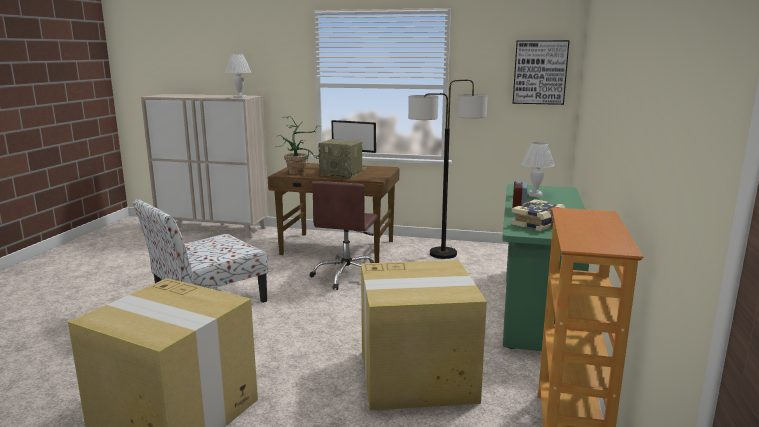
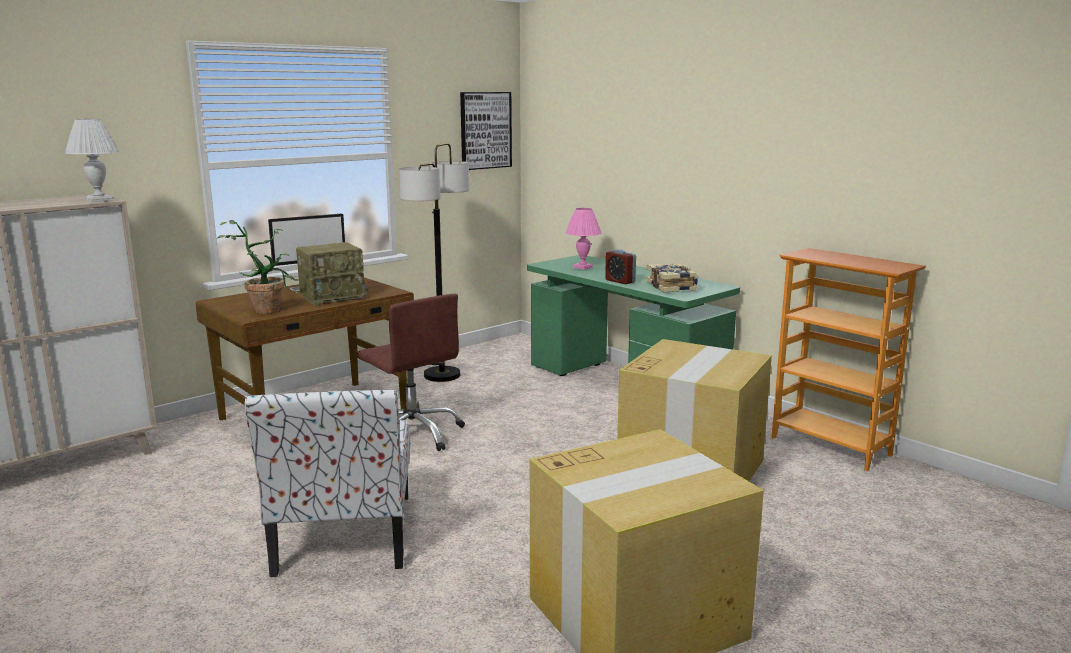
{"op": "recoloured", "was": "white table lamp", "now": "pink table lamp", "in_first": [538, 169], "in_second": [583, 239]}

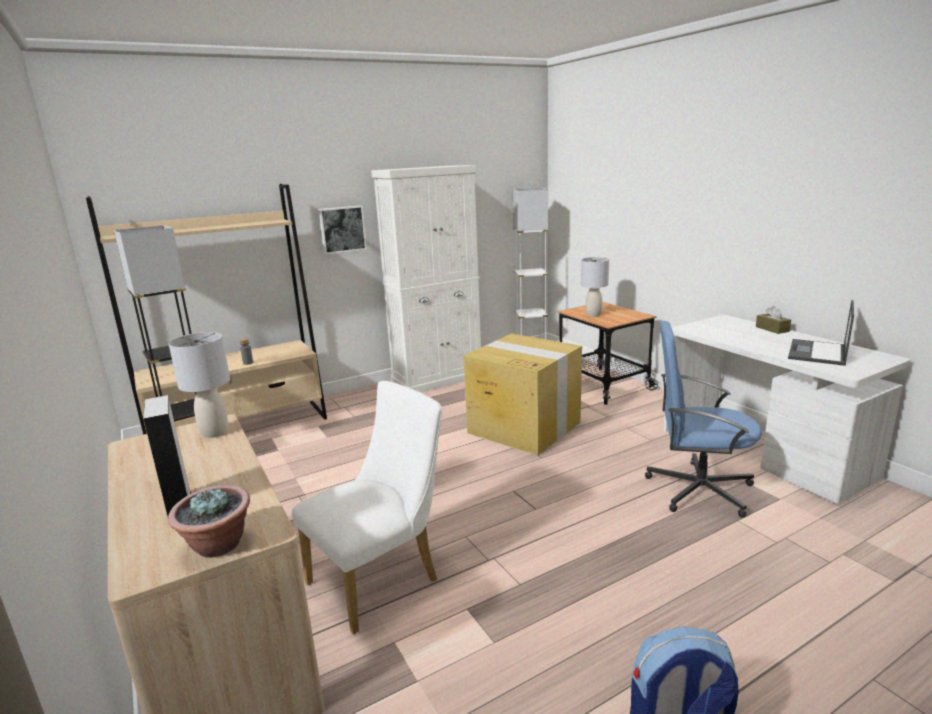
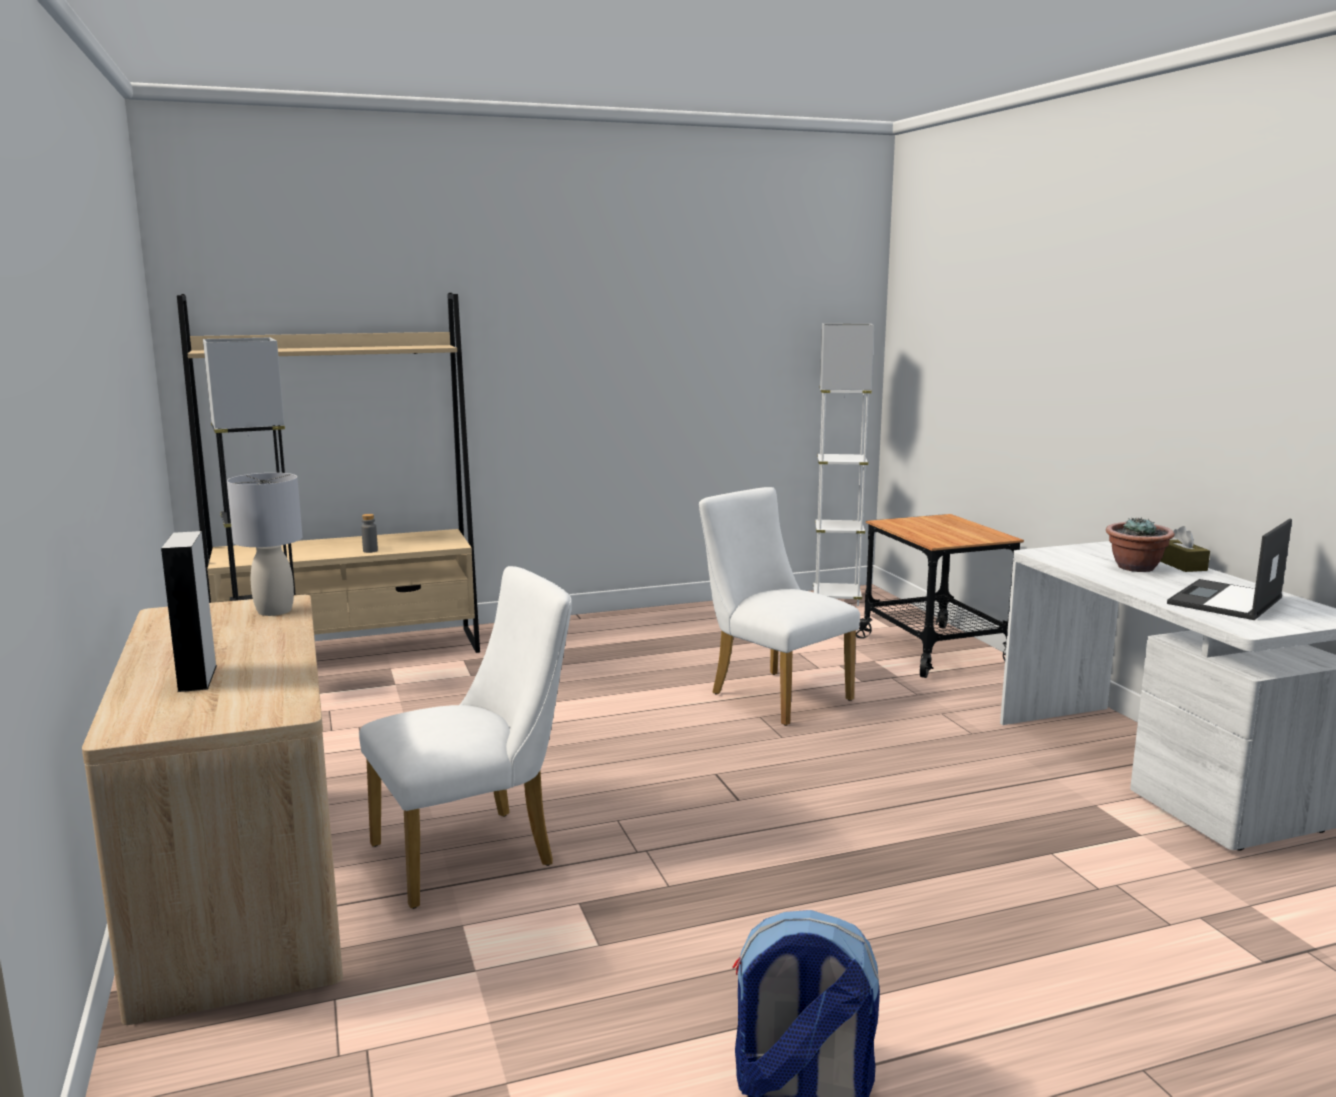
{"op": "replaced", "was": "cardboard box", "now": "white chair", "in_first": [523, 394], "in_second": [779, 606]}
{"op": "moved", "was": "potted plant", "in_first": [209, 521], "in_second": [1140, 545]}
{"op": "removed", "was": "picture", "in_first": [343, 229]}
{"op": "removed", "was": "white cabinet", "in_first": [426, 279]}
{"op": "removed", "was": "grey table lamp", "in_first": [595, 287]}
{"op": "removed", "was": "blue office chair", "in_first": [703, 419]}

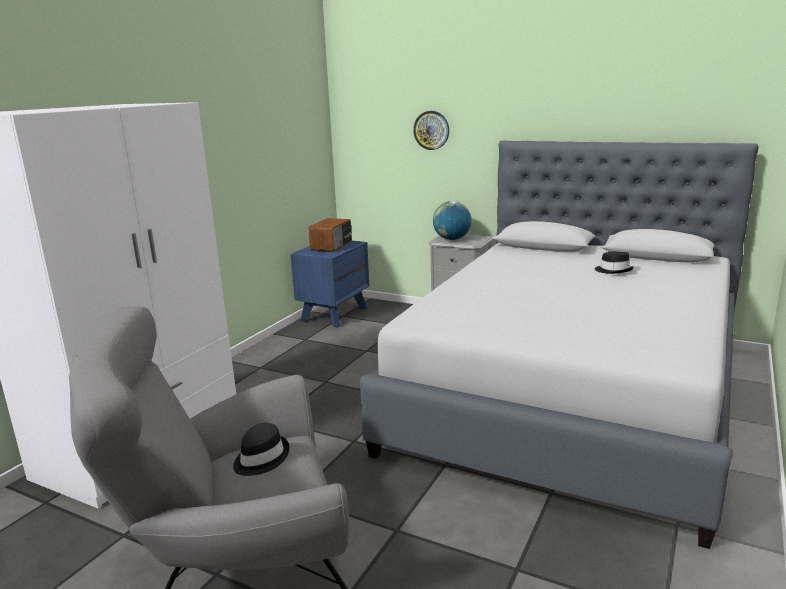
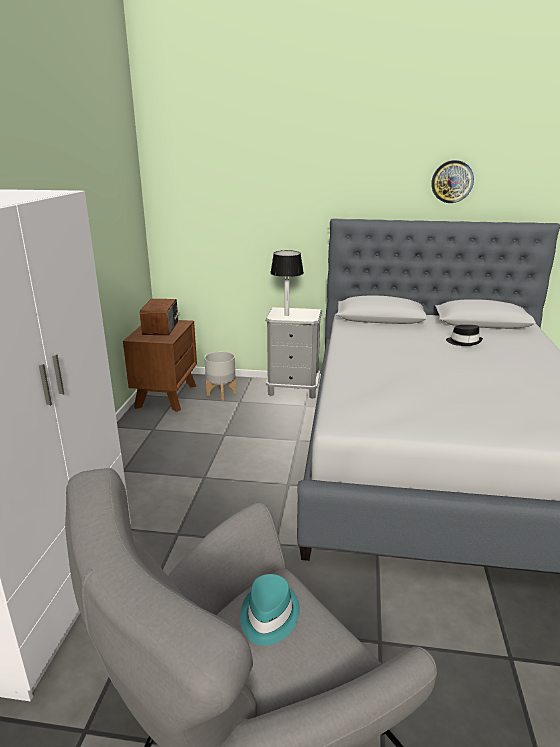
{"op": "recoloured", "was": "blue nightstand", "now": "brown nightstand", "in_first": [329, 284], "in_second": [160, 366]}
{"op": "added", "now": "grey planter", "in_second": [220, 376]}
{"op": "recoloured", "was": "black hat", "now": "turquoise hat", "in_first": [261, 449], "in_second": [270, 610]}
{"op": "replaced", "was": "globe", "now": "table lamp", "in_first": [452, 220], "in_second": [287, 283]}
{"op": "moved", "was": "wall clock", "in_first": [431, 130], "in_second": [452, 181]}

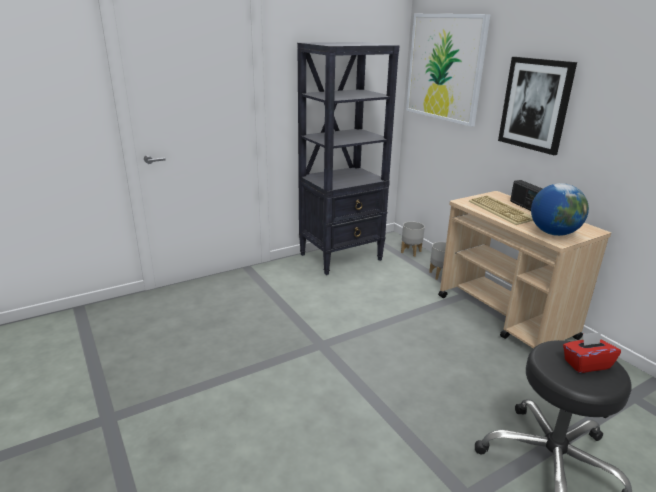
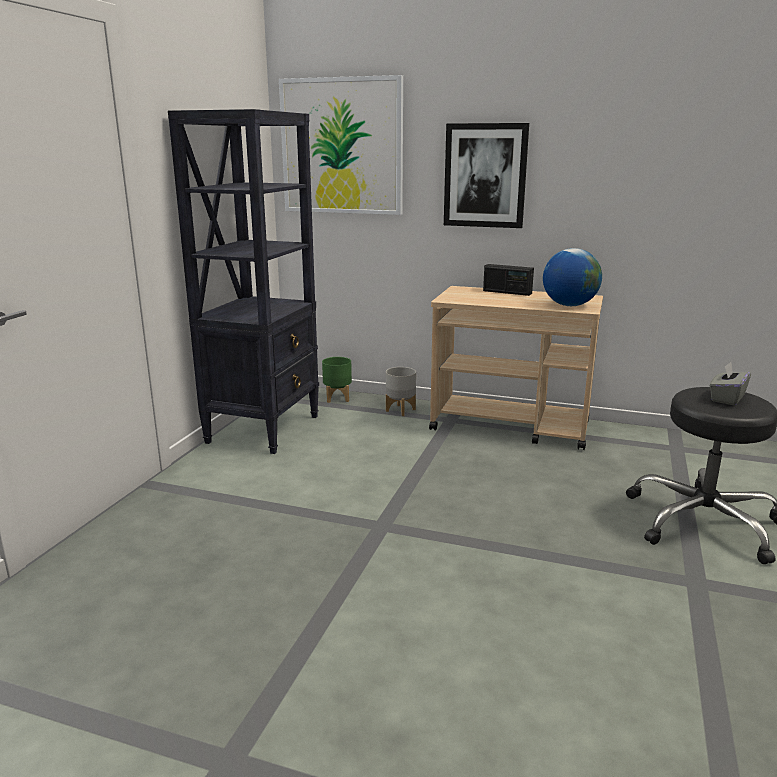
{"op": "recoloured", "was": "grey planter", "now": "green planter", "in_first": [413, 239], "in_second": [337, 380]}
{"op": "recoloured", "was": "red tissue box", "now": "grey tissue box", "in_first": [592, 352], "in_second": [730, 384]}
{"op": "removed", "was": "keyboard", "in_first": [501, 210]}

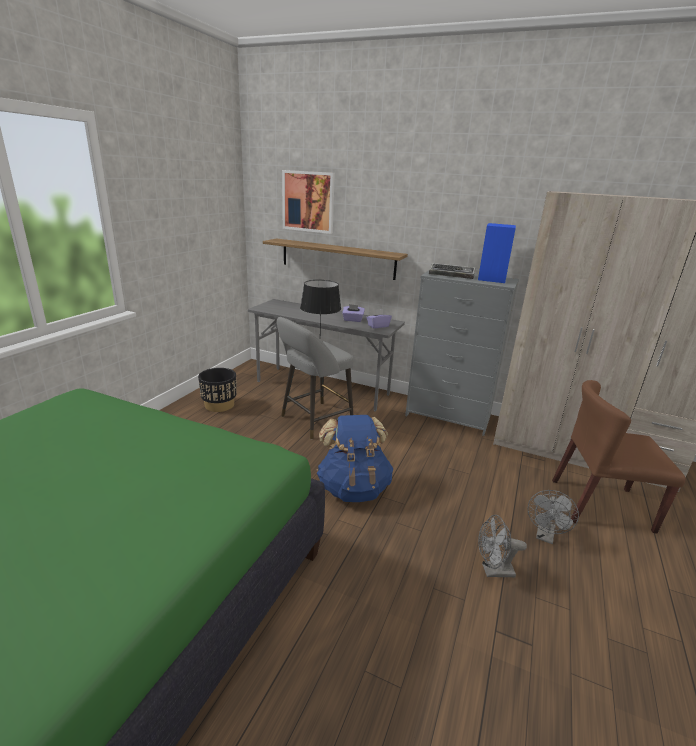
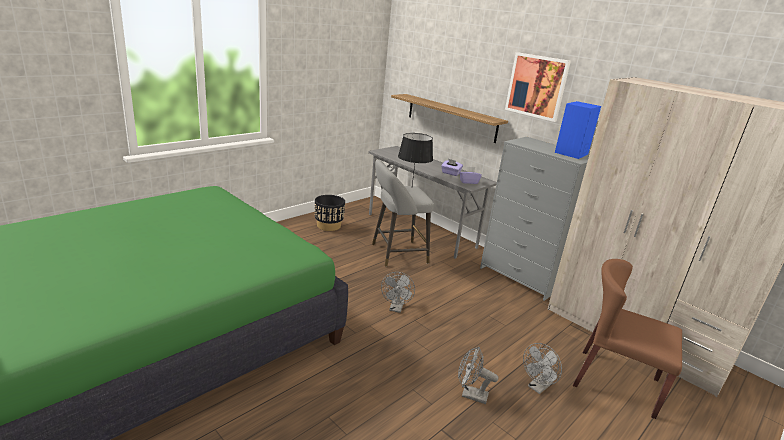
{"op": "replaced", "was": "blue backpack", "now": "grey fan", "in_first": [354, 458], "in_second": [398, 292]}
{"op": "moved", "was": "picture", "in_first": [308, 202], "in_second": [538, 87]}
{"op": "removed", "was": "keyboard", "in_first": [452, 271]}

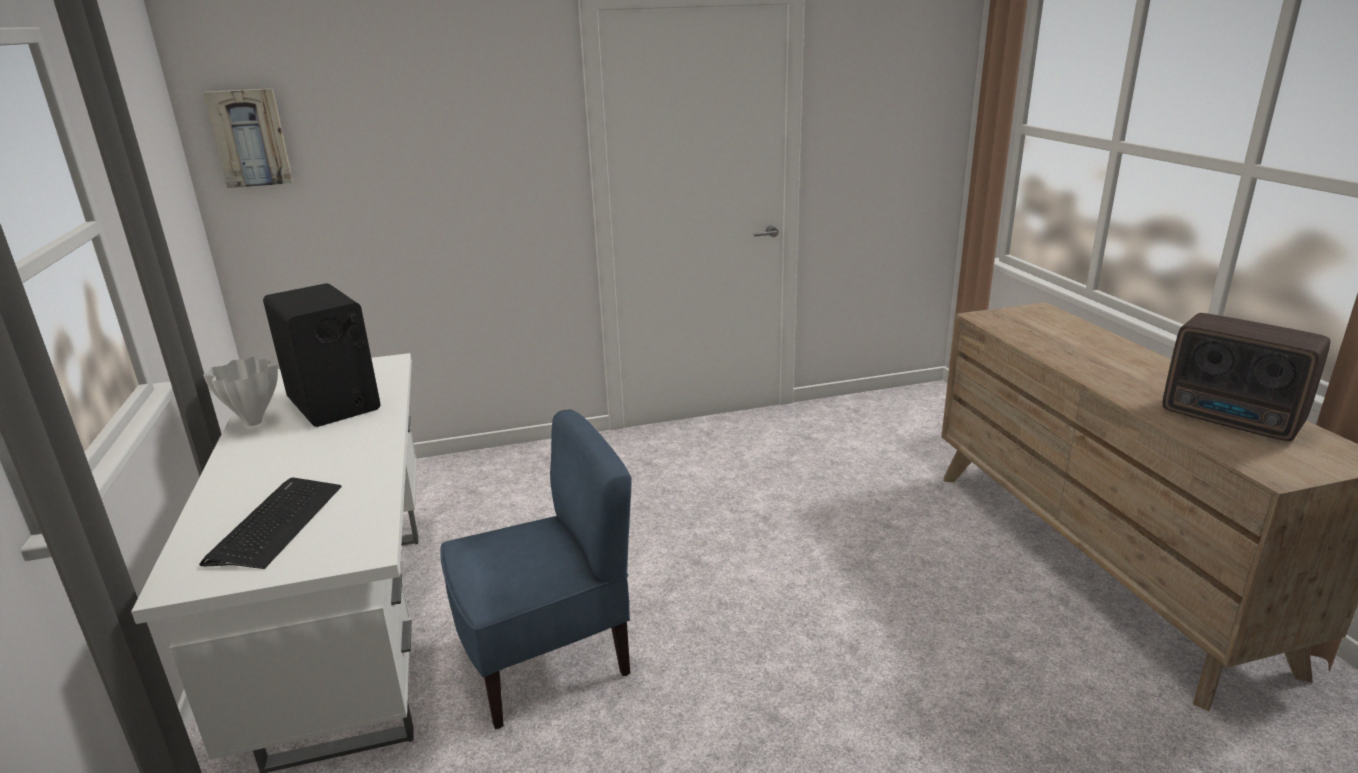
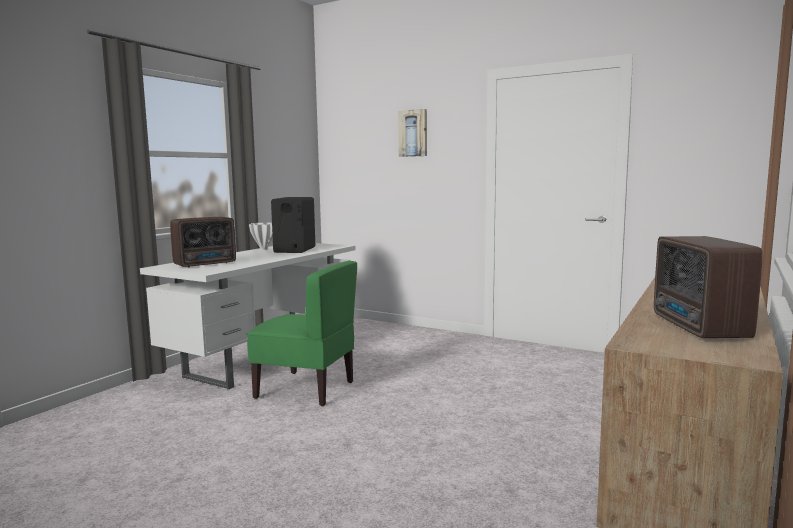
{"op": "replaced", "was": "keyboard", "now": "radio", "in_first": [271, 523], "in_second": [203, 242]}
{"op": "recoloured", "was": "blue chair", "now": "green chair", "in_first": [536, 569], "in_second": [302, 333]}
{"op": "moved", "was": "picture", "in_first": [248, 138], "in_second": [412, 133]}

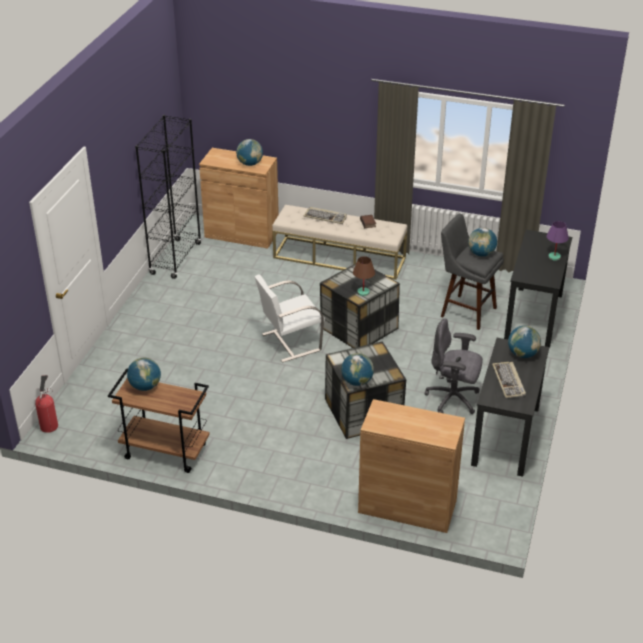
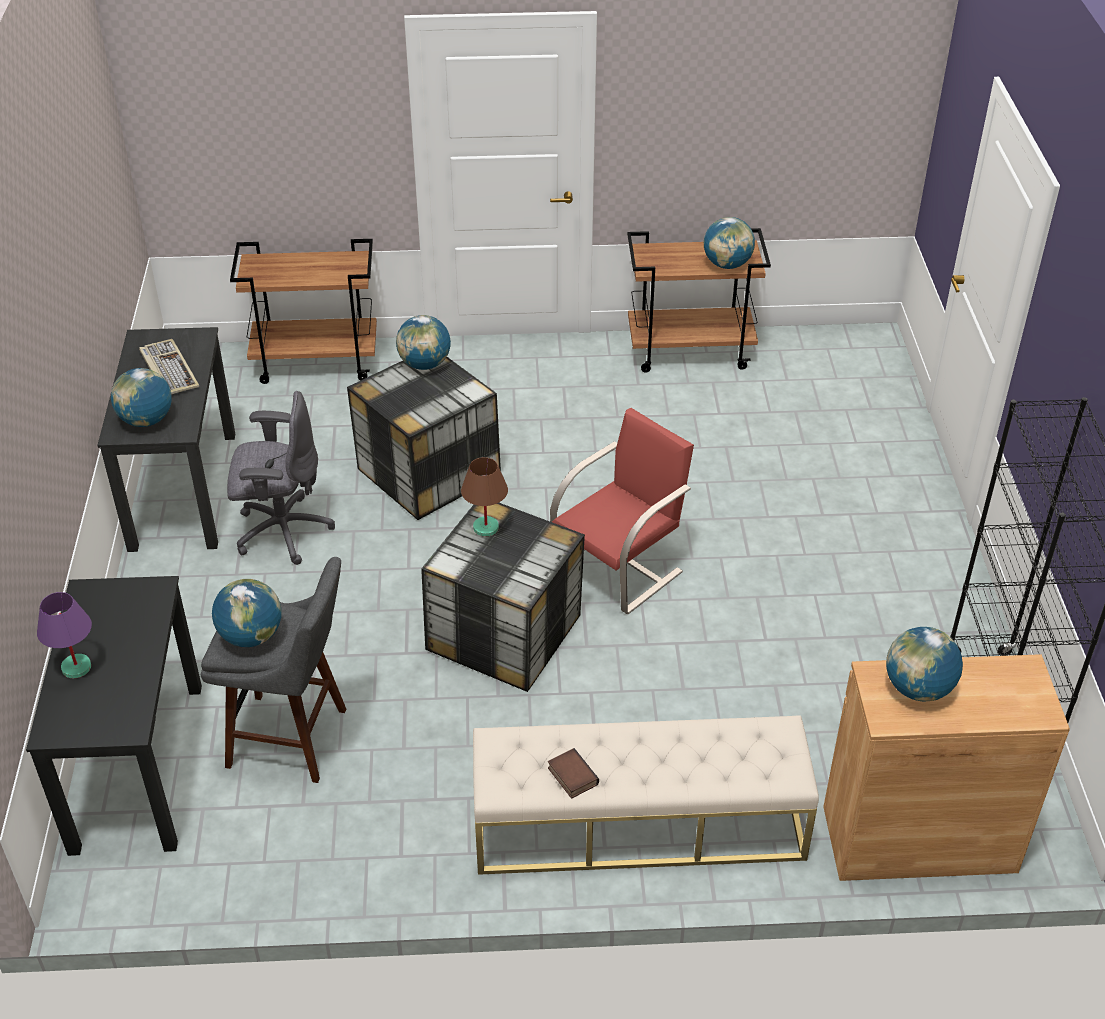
{"op": "replaced", "was": "brown cabinet", "now": "brown cart", "in_first": [411, 466], "in_second": [303, 311]}
{"op": "recoloured", "was": "white chair", "now": "red chair", "in_first": [289, 318], "in_second": [622, 511]}
{"op": "removed", "was": "fire extinguisher", "in_first": [46, 404]}
{"op": "removed", "was": "keyboard", "in_first": [325, 215]}

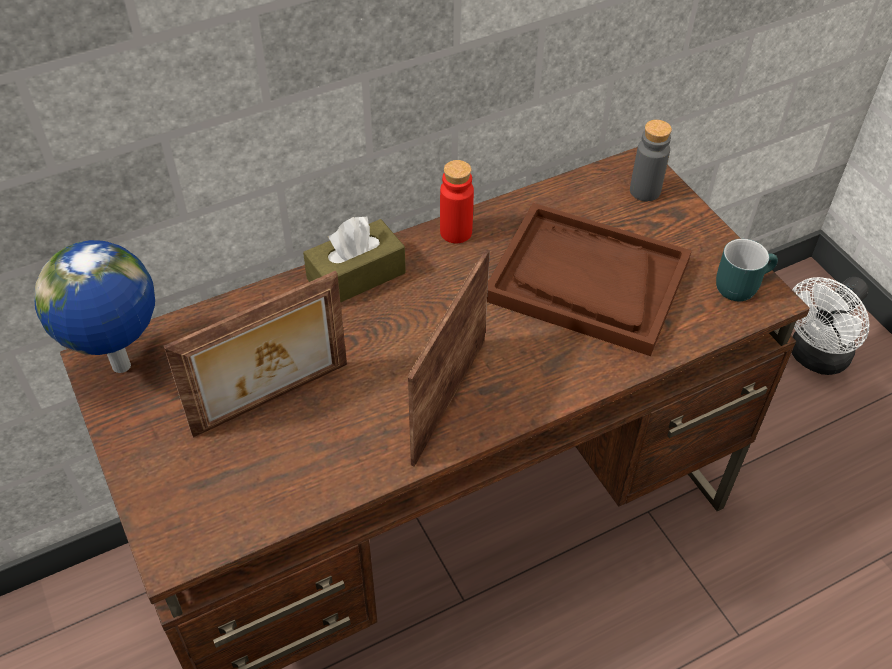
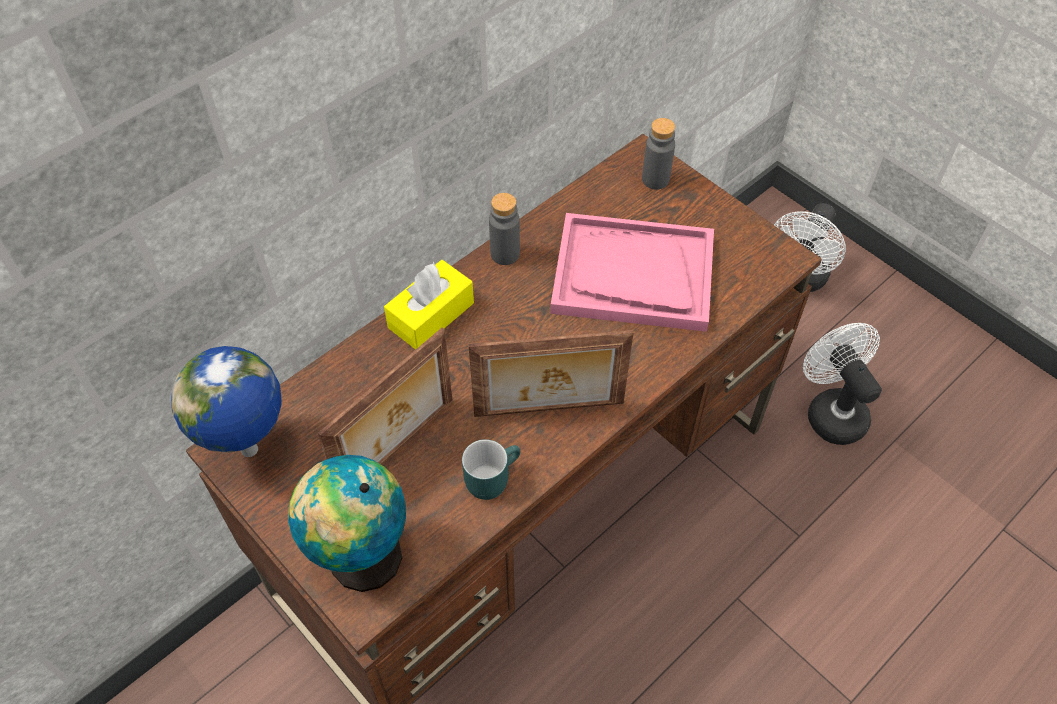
{"op": "added", "now": "globe", "in_second": [347, 523]}
{"op": "recoloured", "was": "brown tissue box", "now": "yellow tissue box", "in_first": [354, 259], "in_second": [429, 305]}
{"op": "moved", "was": "turquoise mug", "in_first": [747, 270], "in_second": [491, 469]}
{"op": "turned", "was": "picture frame", "in_first": [449, 358], "in_second": [550, 373], "clockwise": -105}
{"op": "recoloured", "was": "red bottle", "now": "grey bottle", "in_first": [457, 201], "in_second": [504, 229]}
{"op": "recoloured", "was": "brown tray", "now": "pink tray", "in_first": [589, 279], "in_second": [632, 272]}
{"op": "added", "now": "white fan", "in_second": [842, 384]}

